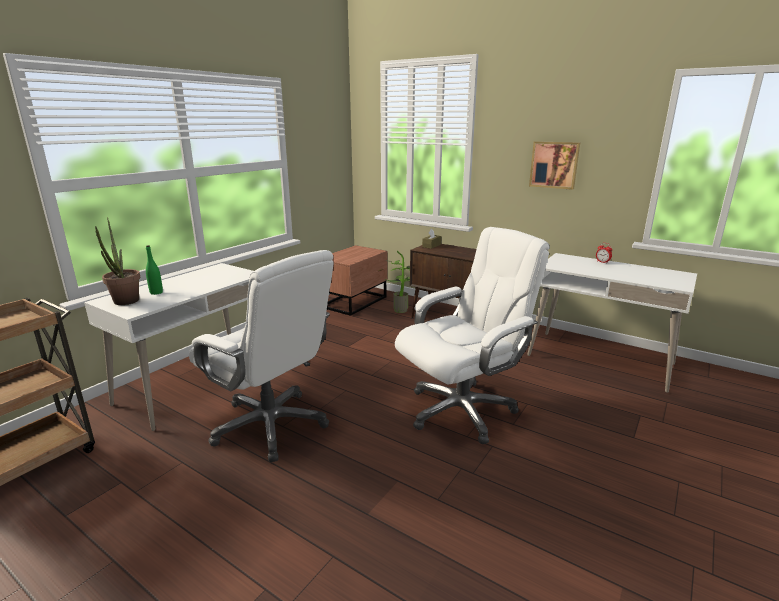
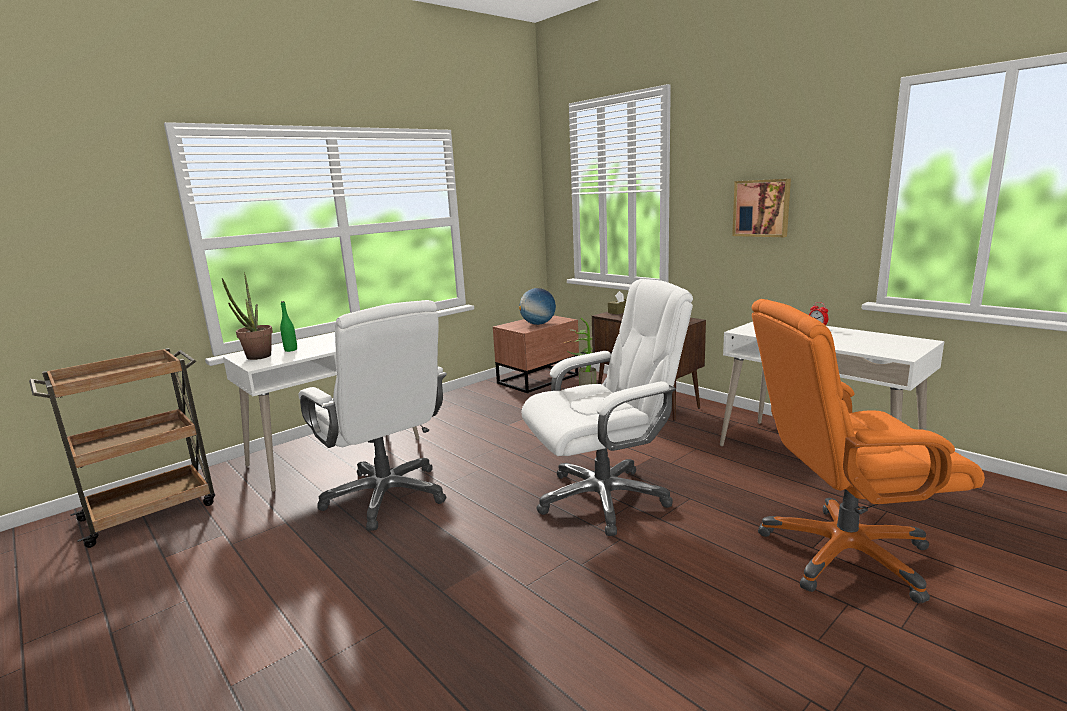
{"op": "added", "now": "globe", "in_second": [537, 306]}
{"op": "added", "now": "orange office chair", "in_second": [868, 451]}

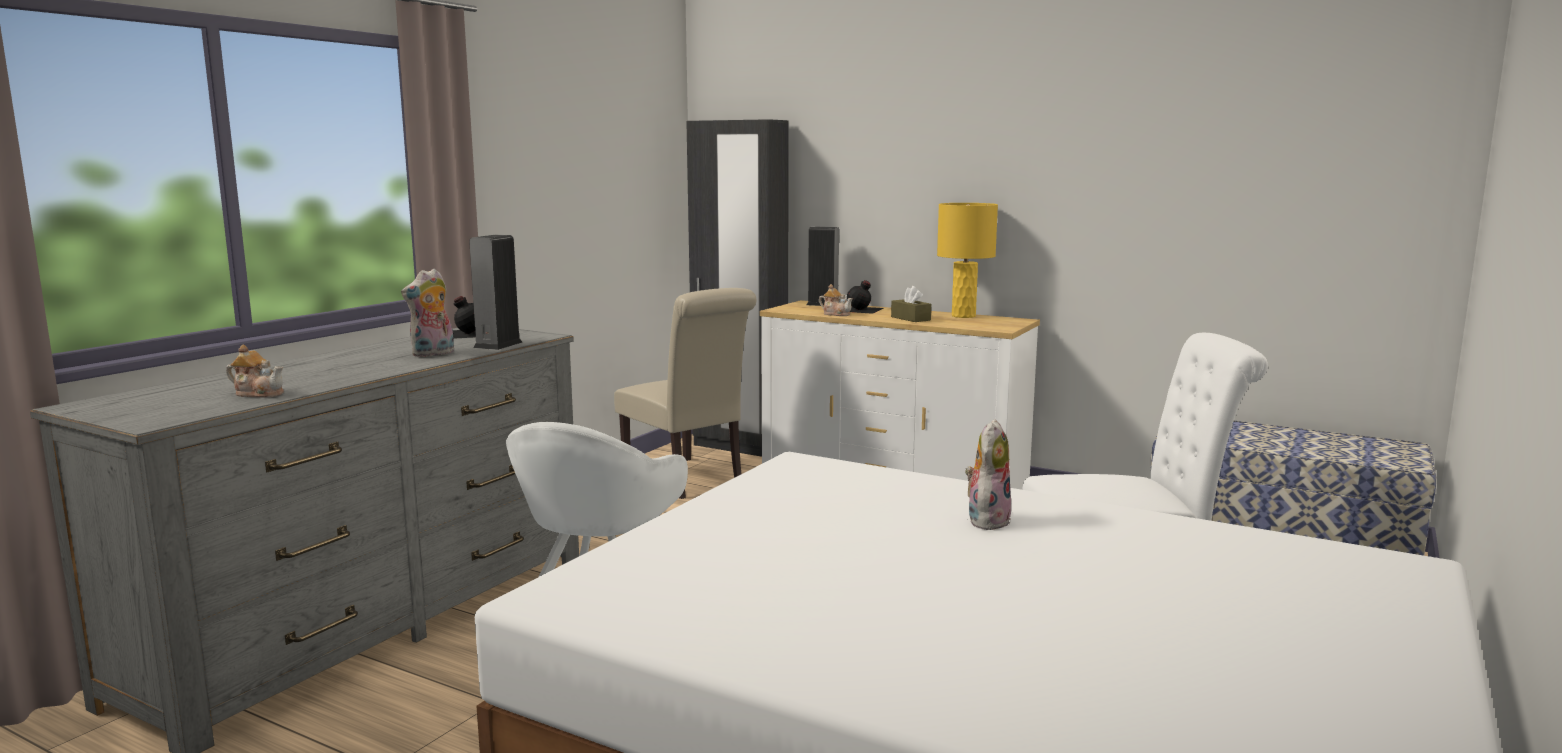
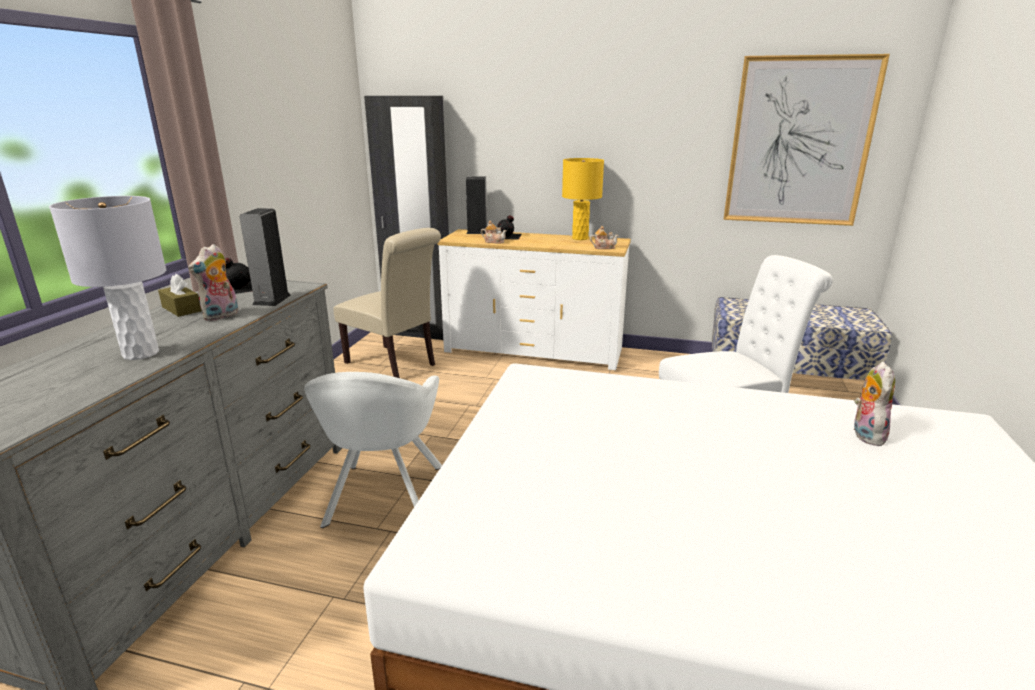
{"op": "added", "now": "grey table lamp", "in_second": [107, 278]}
{"op": "moved", "was": "brown tissue box", "in_first": [911, 304], "in_second": [180, 295]}
{"op": "moved", "was": "teapot", "in_first": [255, 371], "in_second": [604, 237]}
{"op": "added", "now": "picture", "in_second": [807, 140]}
{"op": "moved", "was": "plush toy", "in_first": [988, 474], "in_second": [874, 404]}

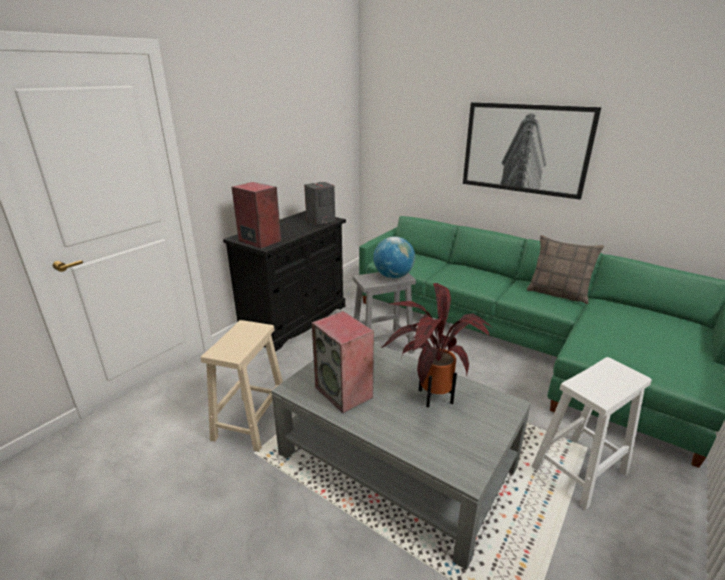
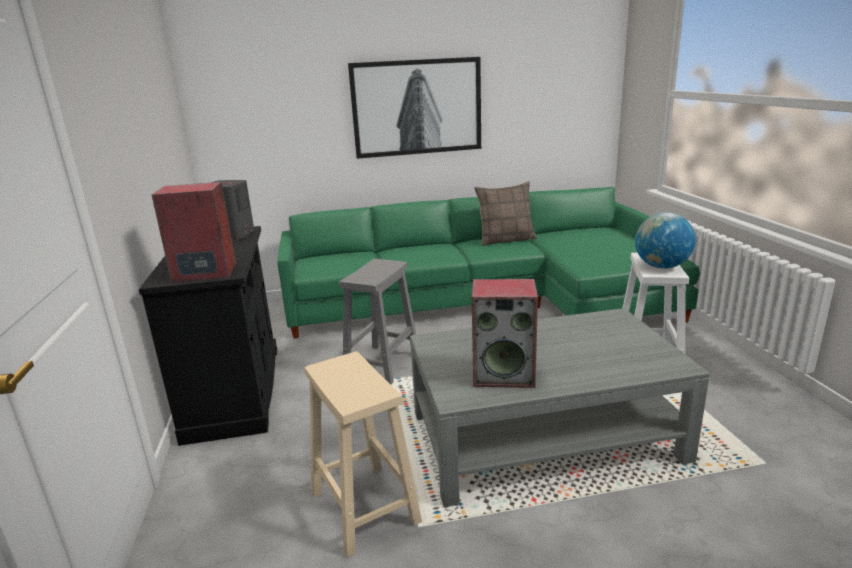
{"op": "moved", "was": "globe", "in_first": [394, 257], "in_second": [665, 240]}
{"op": "removed", "was": "potted plant", "in_first": [436, 345]}

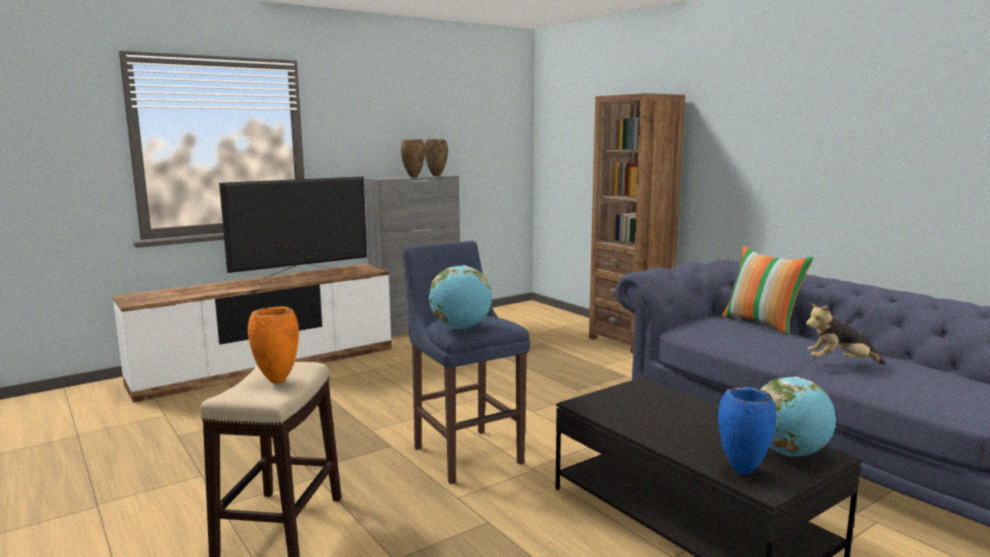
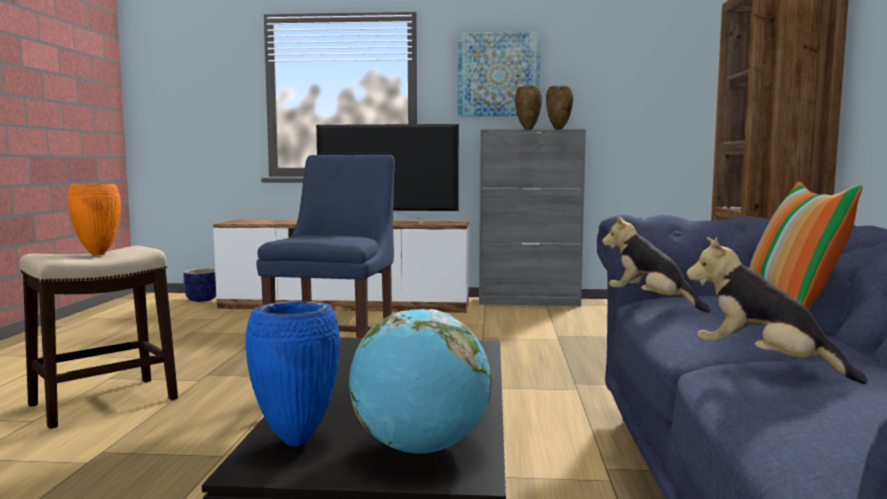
{"op": "added", "now": "planter", "in_second": [200, 285]}
{"op": "added", "now": "picture", "in_second": [499, 73]}
{"op": "added", "now": "plush toy", "in_second": [656, 263]}
{"op": "removed", "was": "globe", "in_first": [460, 297]}

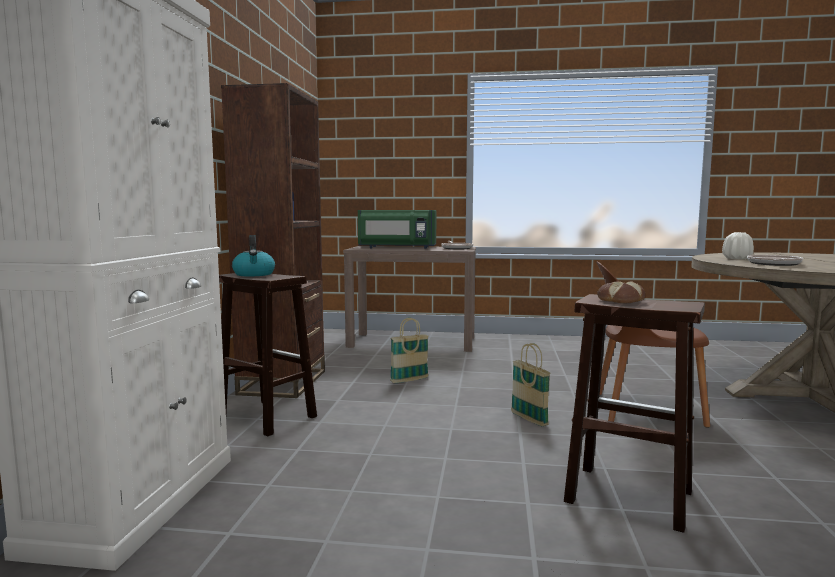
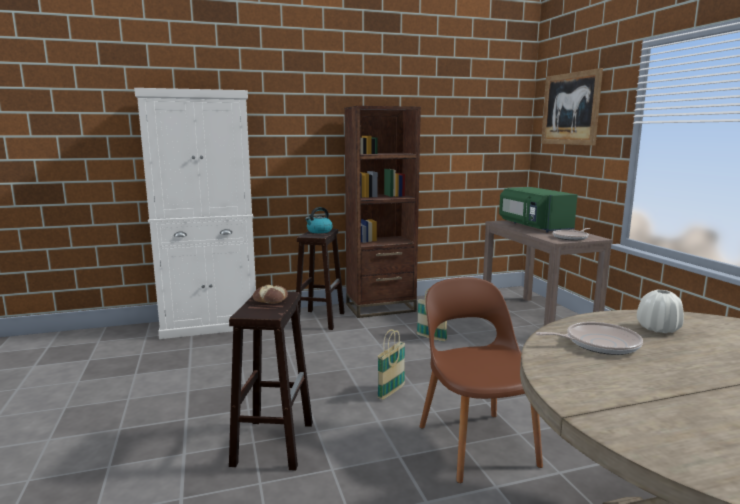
{"op": "added", "now": "picture", "in_second": [572, 106]}

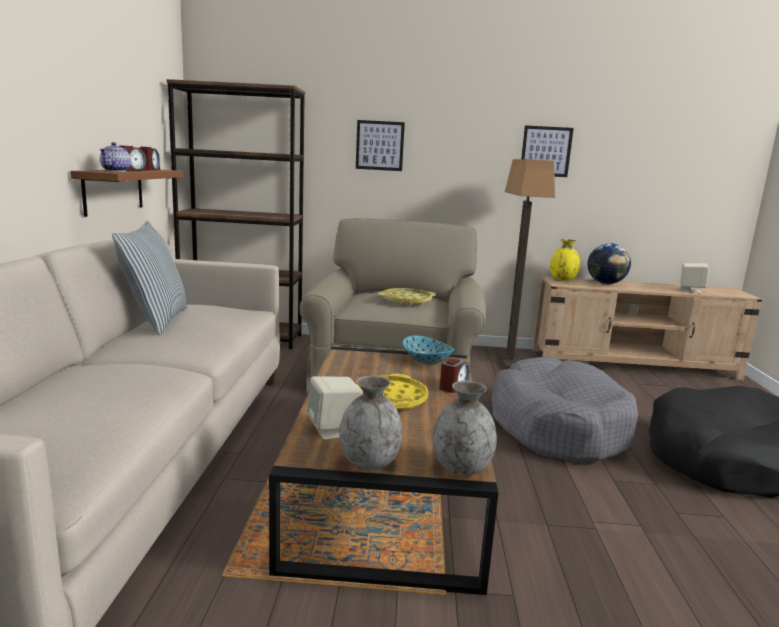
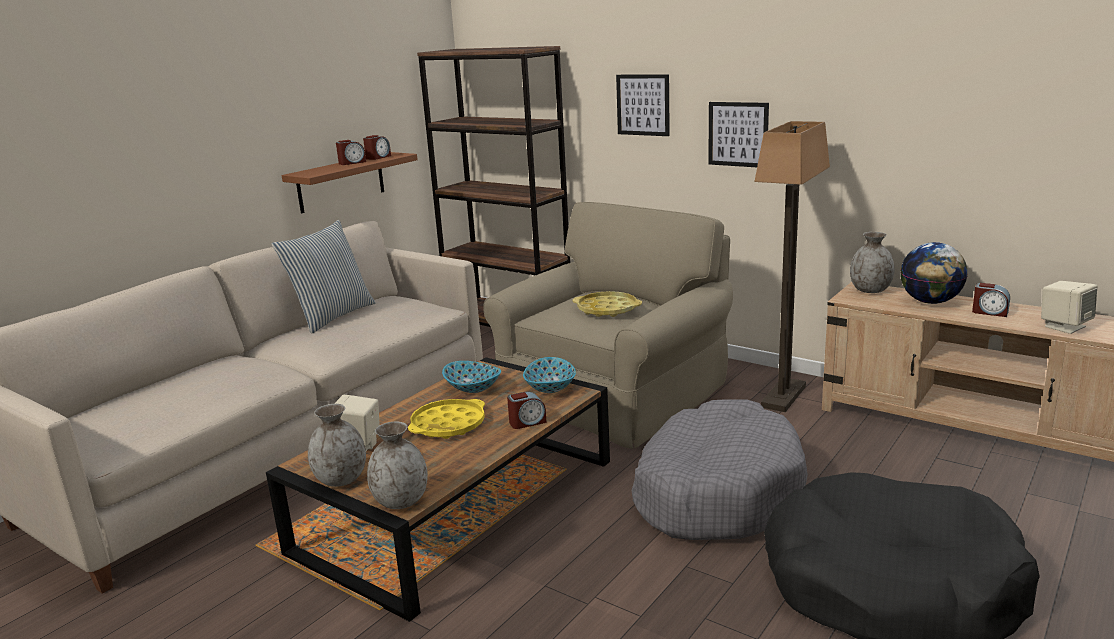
{"op": "added", "now": "bowl", "in_second": [471, 377]}
{"op": "moved", "was": "picture", "in_first": [547, 151], "in_second": [738, 134]}
{"op": "recoloured", "was": "yellow vase", "now": "grey vase", "in_first": [565, 260], "in_second": [872, 262]}
{"op": "added", "now": "alarm clock", "in_second": [991, 300]}
{"op": "removed", "was": "teapot", "in_first": [115, 157]}

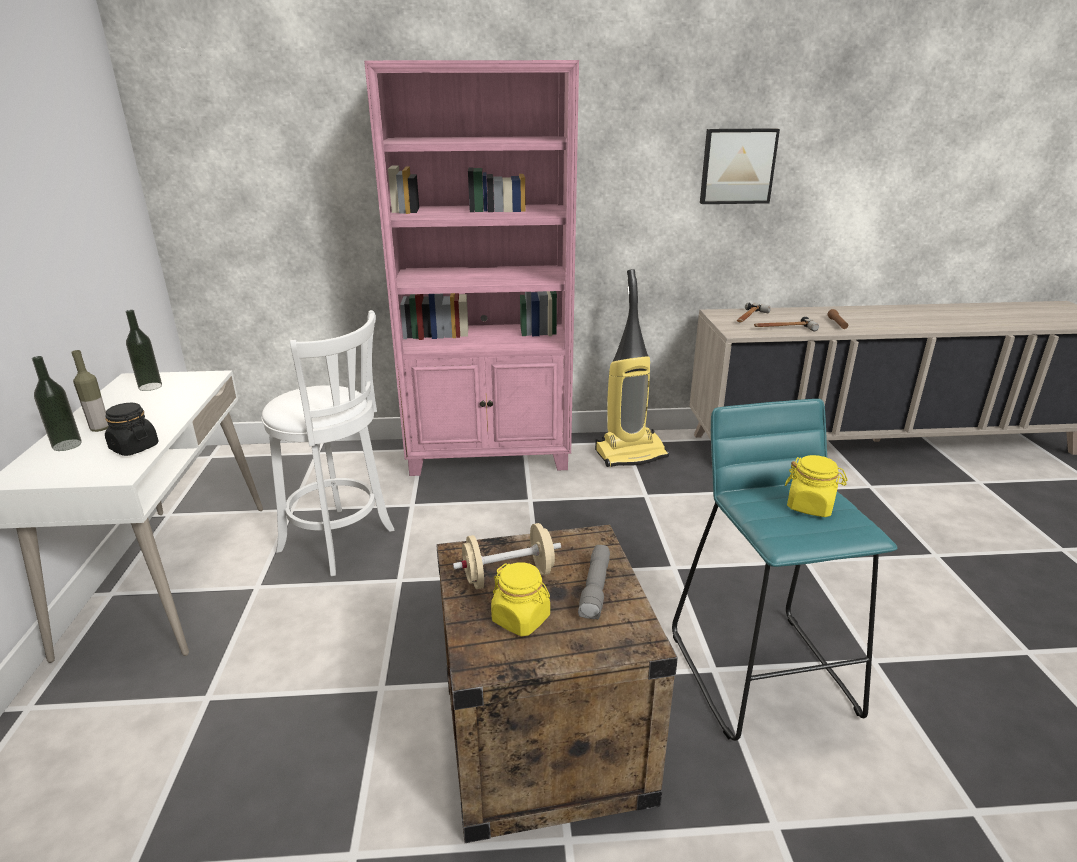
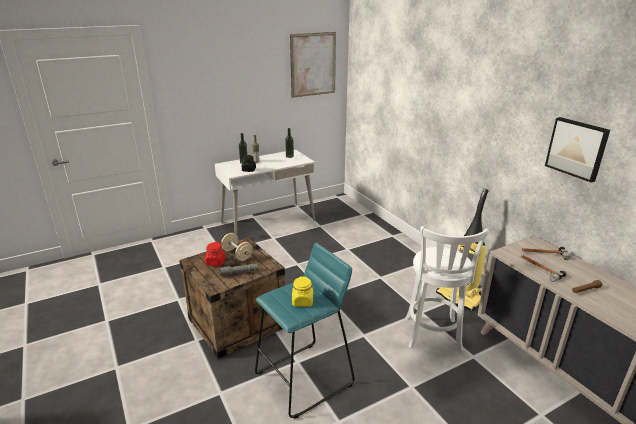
{"op": "recoloured", "was": "yellow jar", "now": "red jar", "in_first": [520, 599], "in_second": [215, 254]}
{"op": "added", "now": "picture", "in_second": [313, 65]}
{"op": "moved", "was": "white stool", "in_first": [328, 443], "in_second": [447, 288]}
{"op": "removed", "was": "pink bookcase", "in_first": [471, 268]}

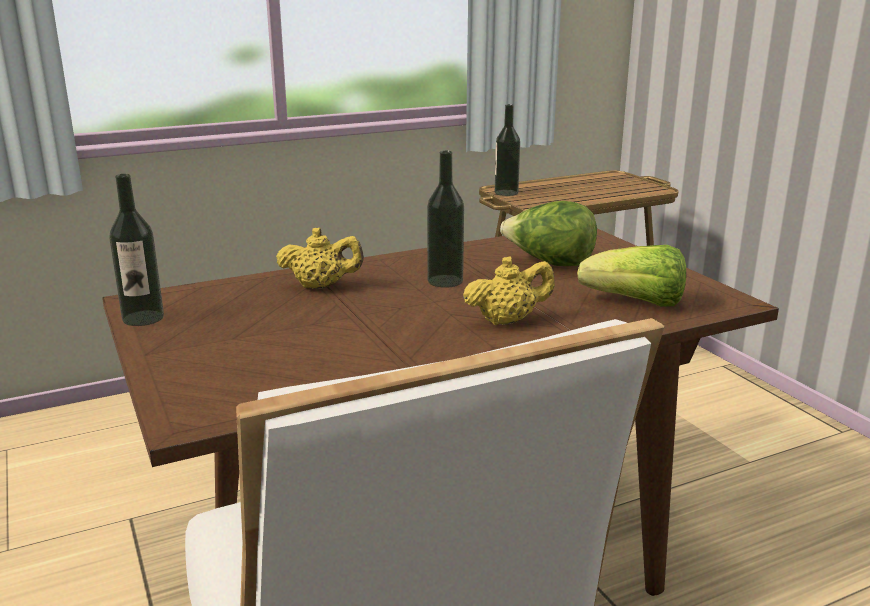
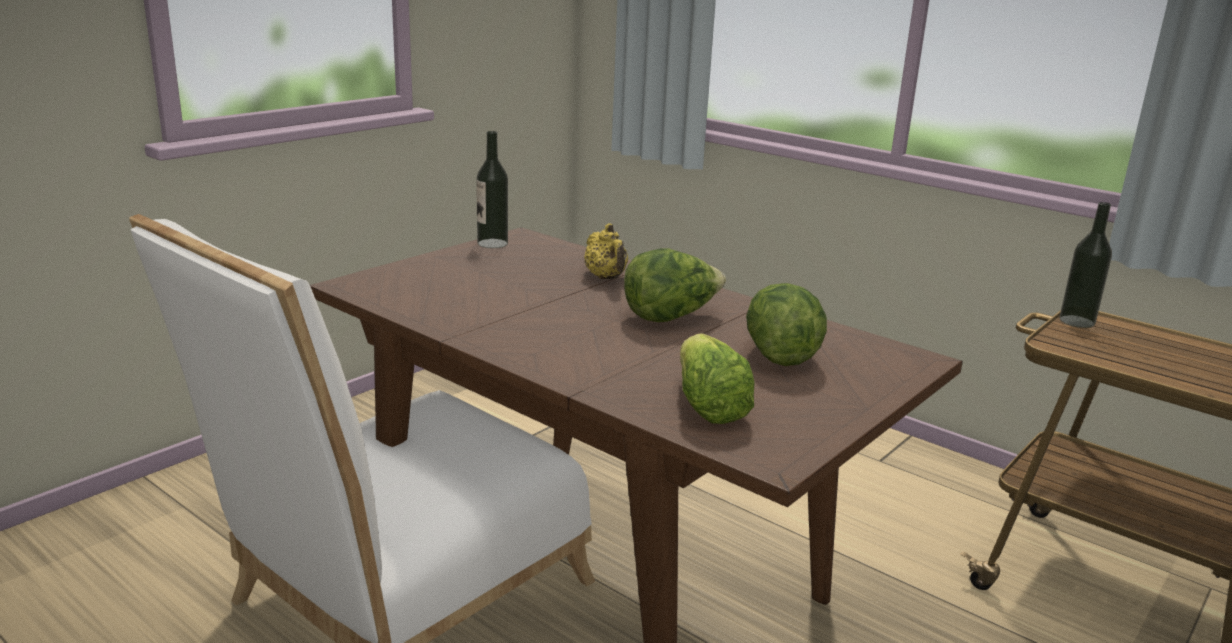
{"op": "replaced", "was": "bottle", "now": "lettuce", "in_first": [445, 219], "in_second": [675, 285]}
{"op": "removed", "was": "yellow teapot", "in_first": [509, 290]}

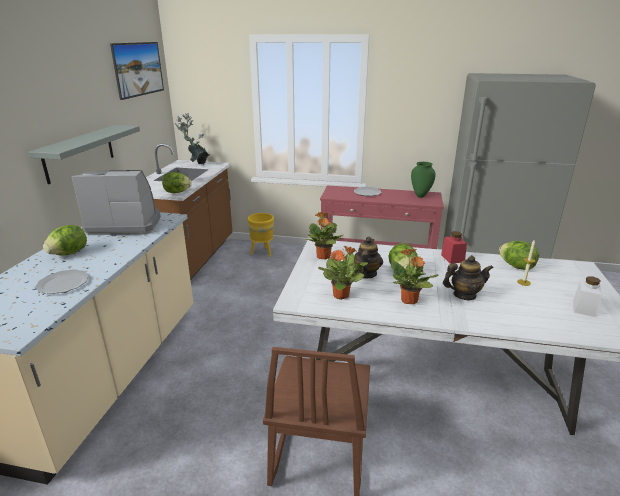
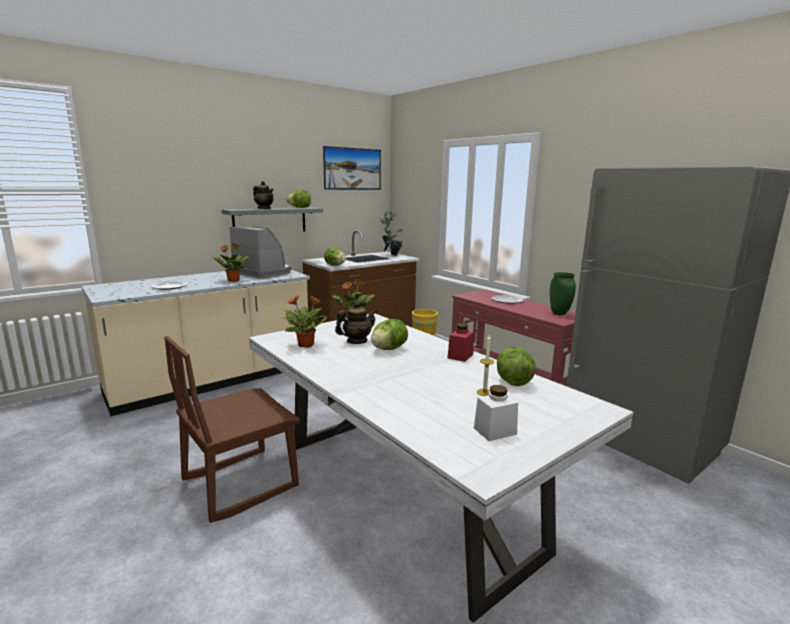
{"op": "moved", "was": "potted plant", "in_first": [415, 276], "in_second": [231, 262]}
{"op": "moved", "was": "teapot", "in_first": [468, 277], "in_second": [263, 195]}
{"op": "moved", "was": "lettuce", "in_first": [65, 240], "in_second": [298, 199]}

